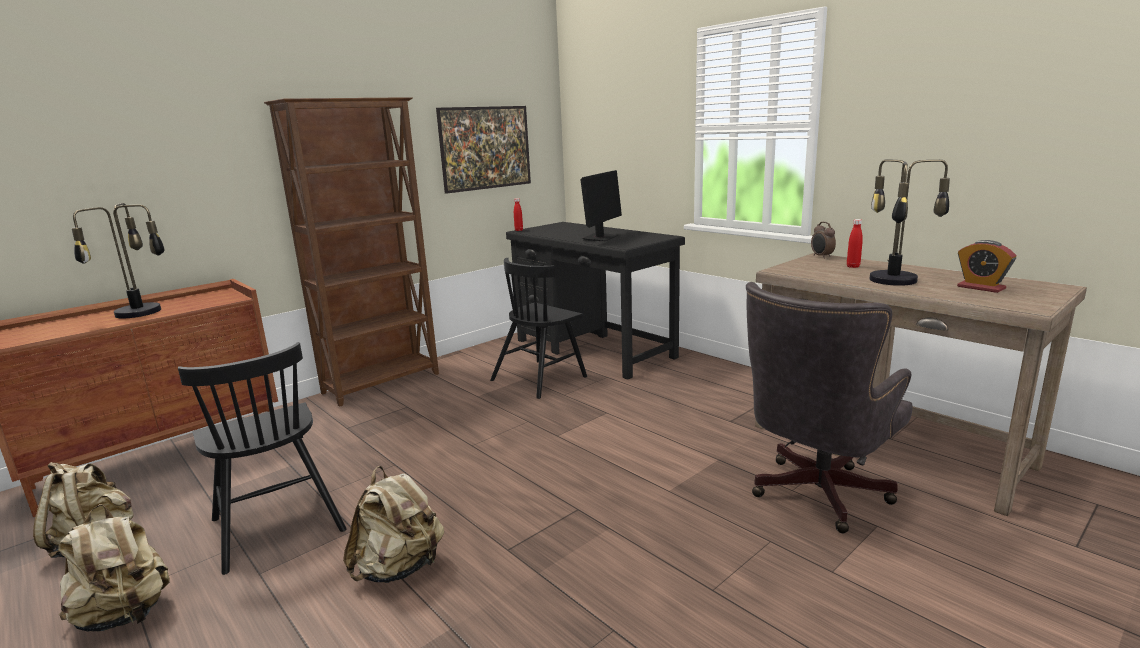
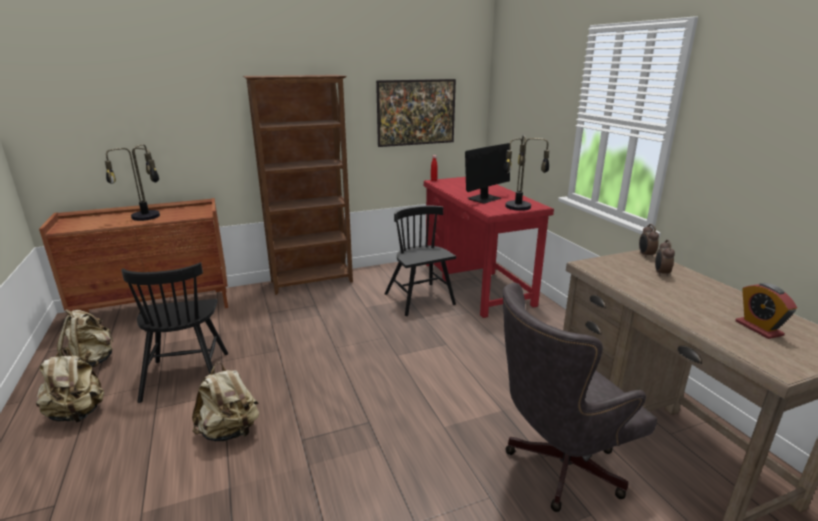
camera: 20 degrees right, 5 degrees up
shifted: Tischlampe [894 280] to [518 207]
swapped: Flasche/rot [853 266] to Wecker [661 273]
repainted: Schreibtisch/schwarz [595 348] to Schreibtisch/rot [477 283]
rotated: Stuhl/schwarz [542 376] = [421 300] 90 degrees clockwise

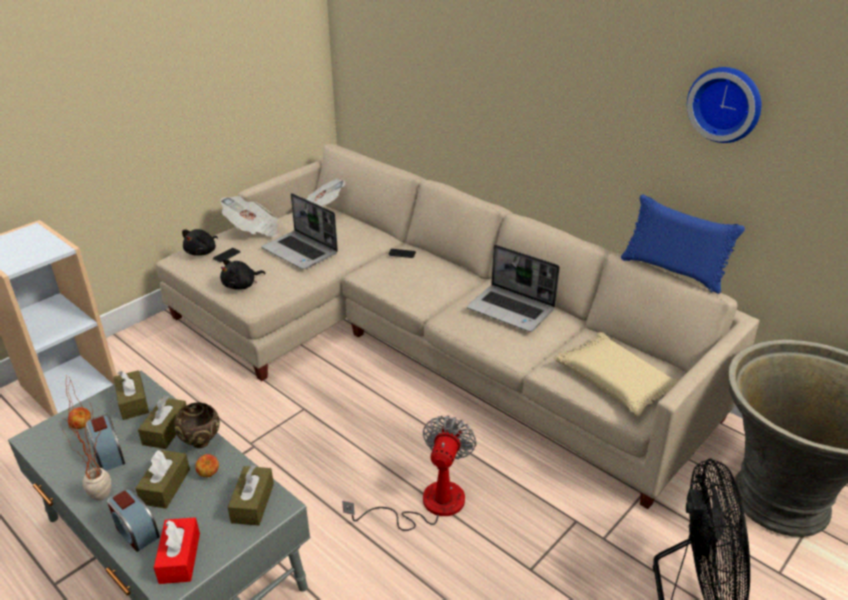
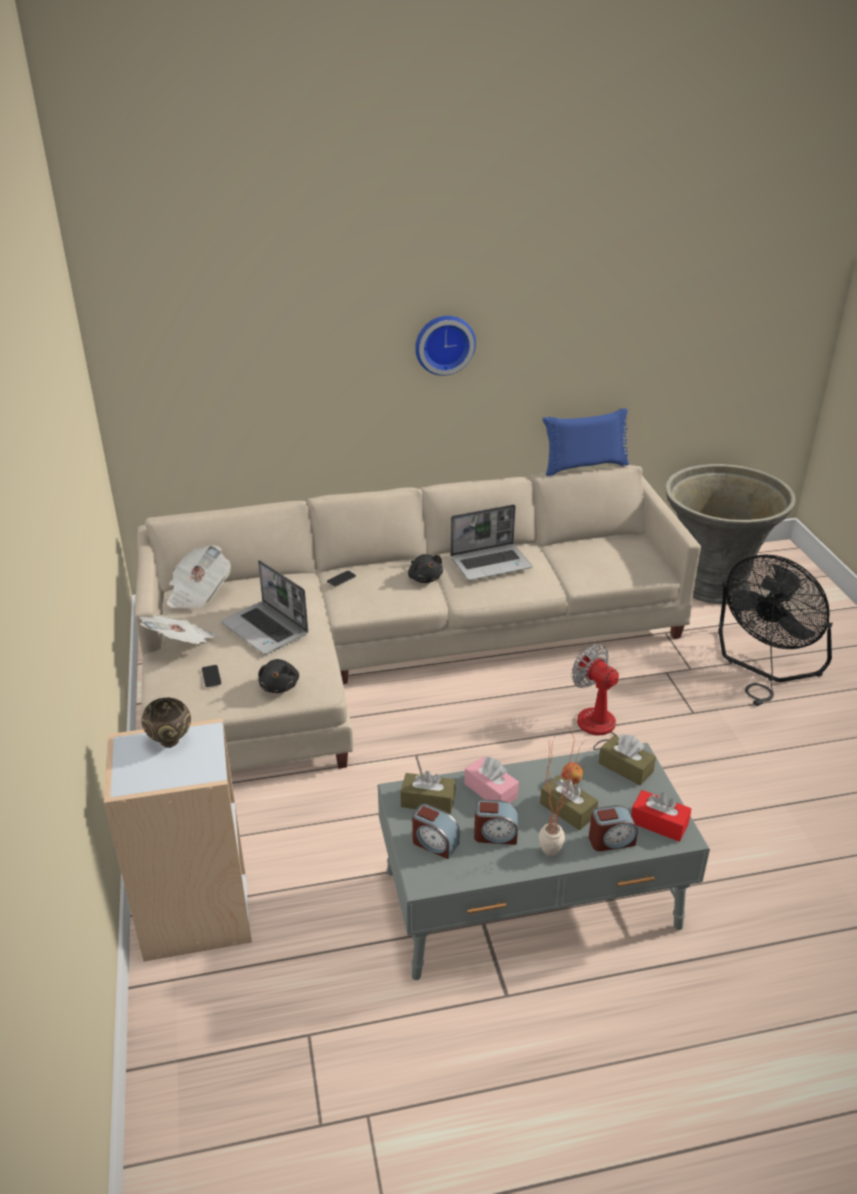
camera: 55 degrees left, 0 degrees up
gone: Kissen/beige [616 379]
shifted: Wanduhr [726 103] to [444 343]; Plüschtier/schwarz [202 252] to [424 578]; Schüssel/braun [201 443] to [171 742]
swapped: Apfel [82 426] to Wecker [434 843]
repainted: Taschentuchbox/braun [166 430] to Taschentuchbox/rosa [490 790]
rotated: Laptop [301 251] = [266 629] 60 degrees clockwise

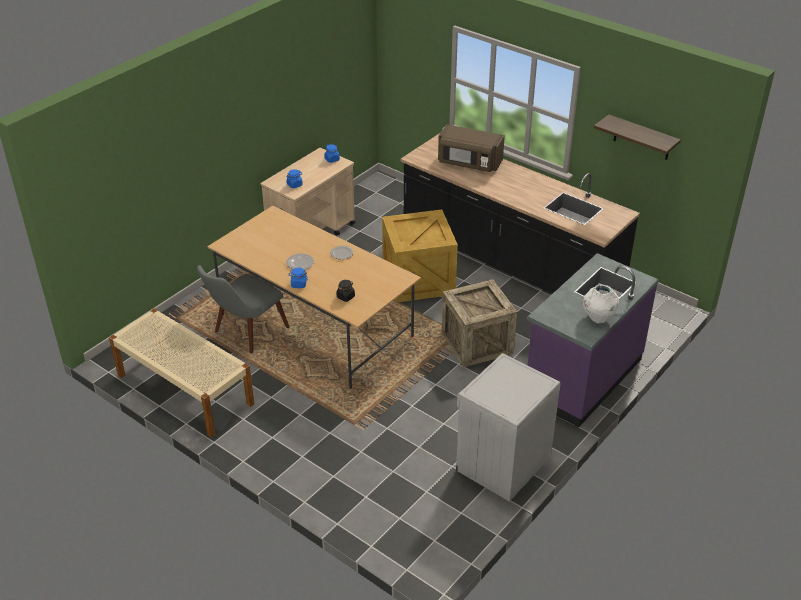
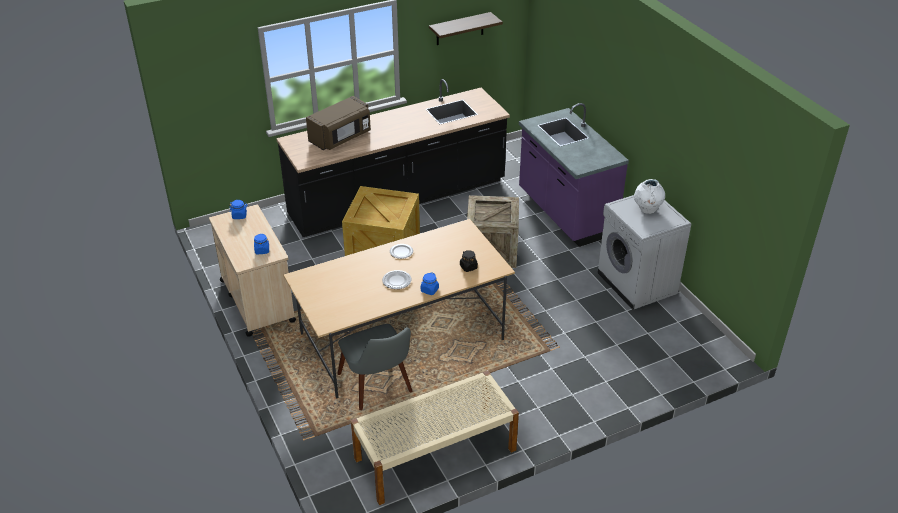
camera: 65 degrees left, 0 degrees up
shifted: Vase/weiß [598 318] to [647 210]

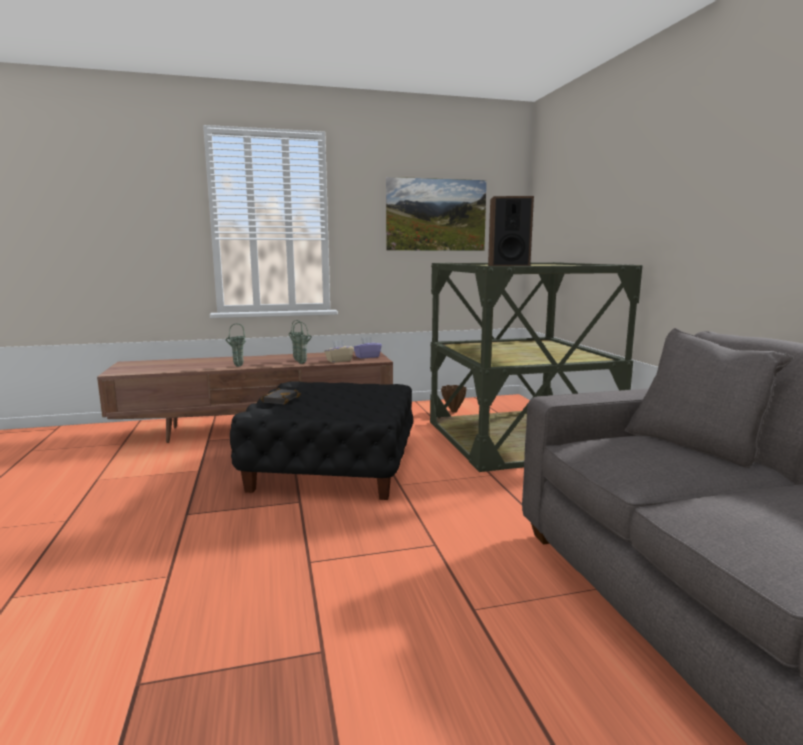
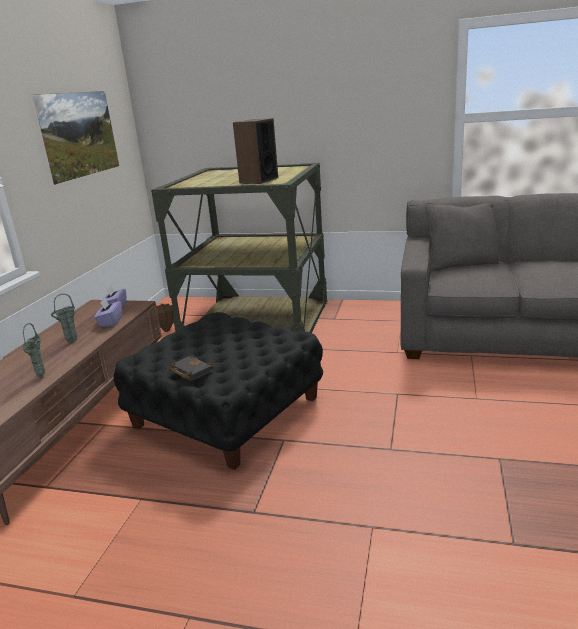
camera: 60 degrees left, 10 degrees up
gone: Vase/grün [303 363]
repainted: Taschentuchbox/beige [339 360] to Taschentuchbox/lila [110 322]

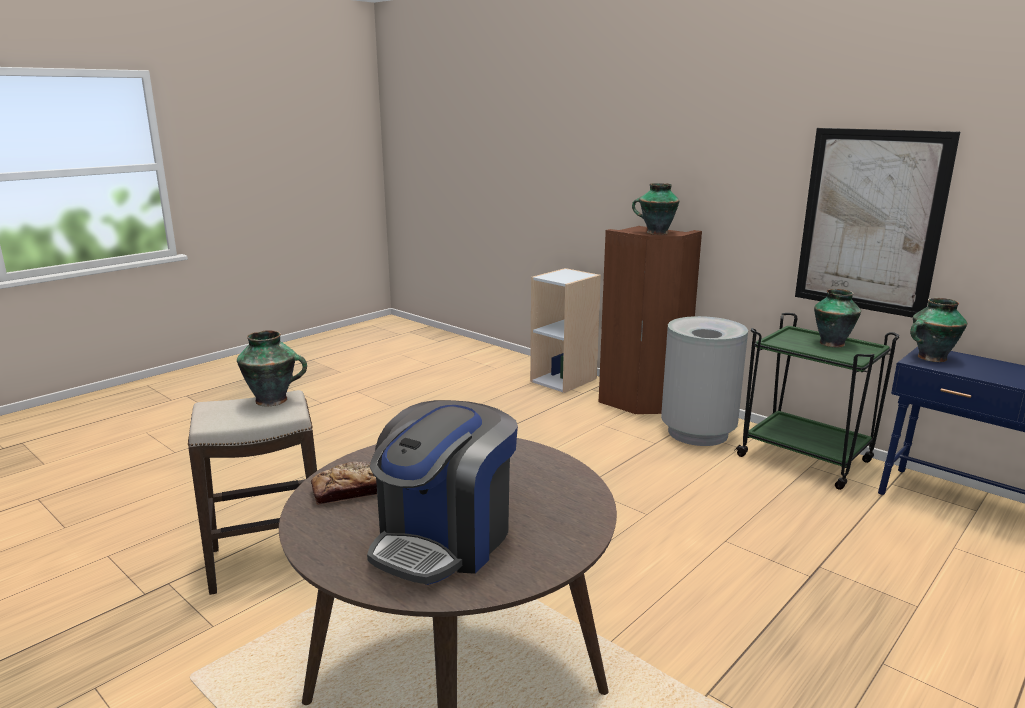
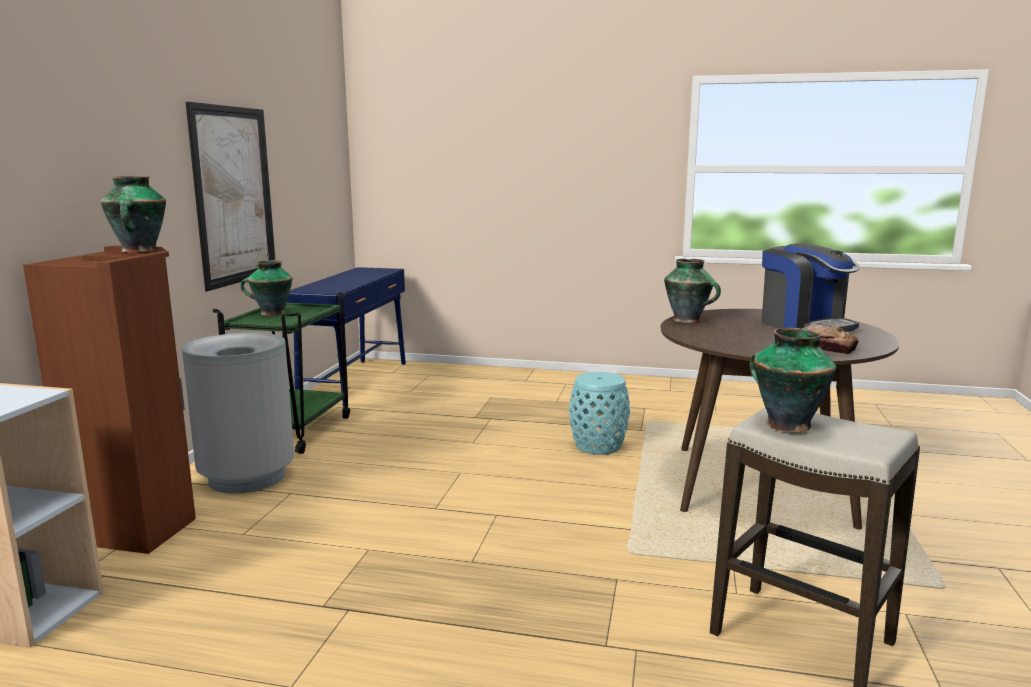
camera: 120 degrees left, 5 degrees down
new: Hocker/türkis [598 446]
shifted: Vase [930 358] to [688 320]
rotated: Kaffeemaschine [444 540] = [804 325] 60 degrees clockwise

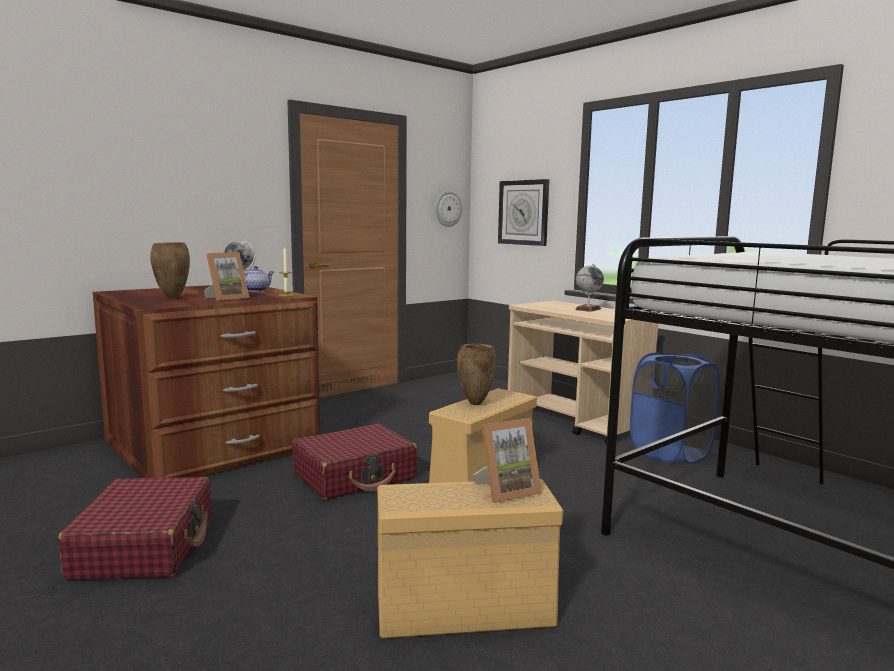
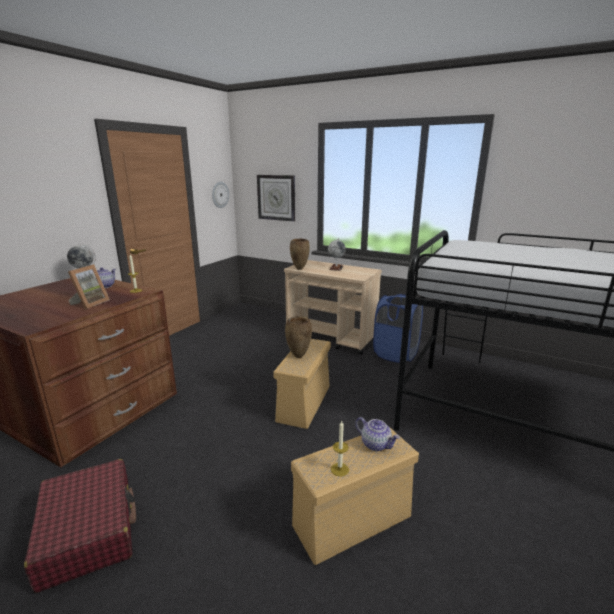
camera: 20 degrees left, 10 degrees up
gone: Koffer/rot [355 476]
new: Kerze [339 469]
shifted: Vase/braun [172 298] to [299 269]
swapped: Bilderrahmen [506 491] to Teekanne [376 444]

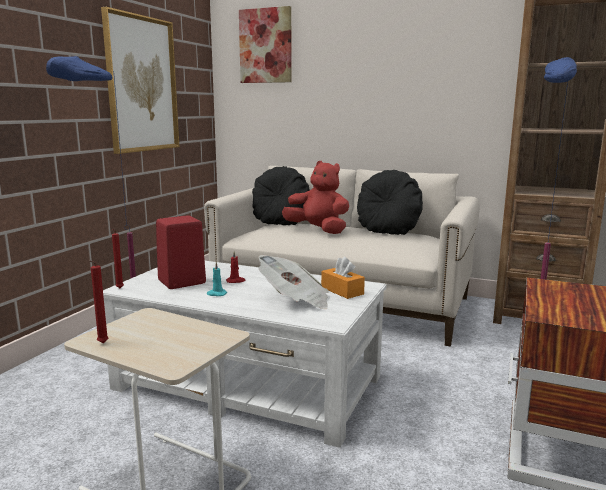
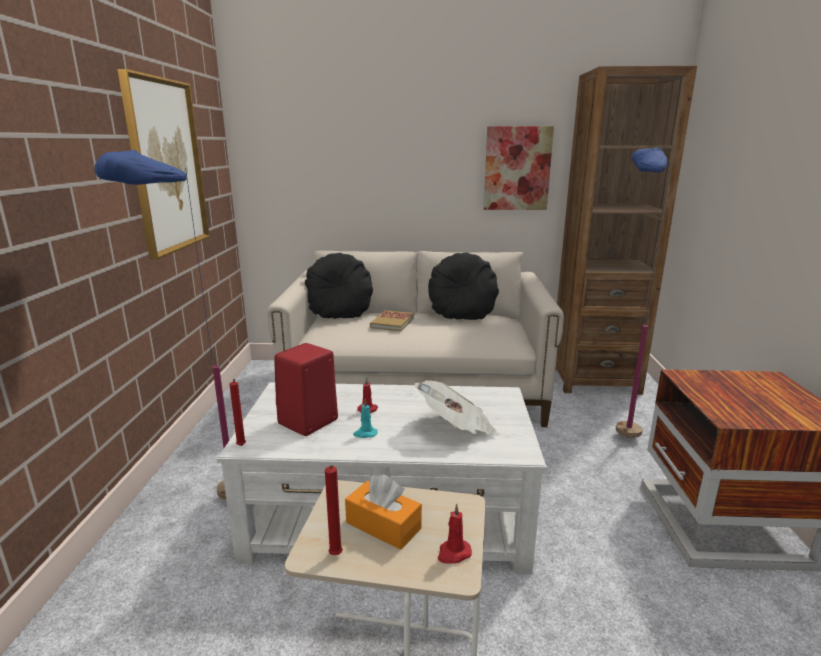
camera: 20 degrees left, 5 degrees up
new: Kerze/rot [453 553]
shifted: Bild [265 46] to [517 168]; Taschentuchbox/orange [342 291] to [383 525]
swapped: Plüschtier/rot [318 230] to Buch [392 323]

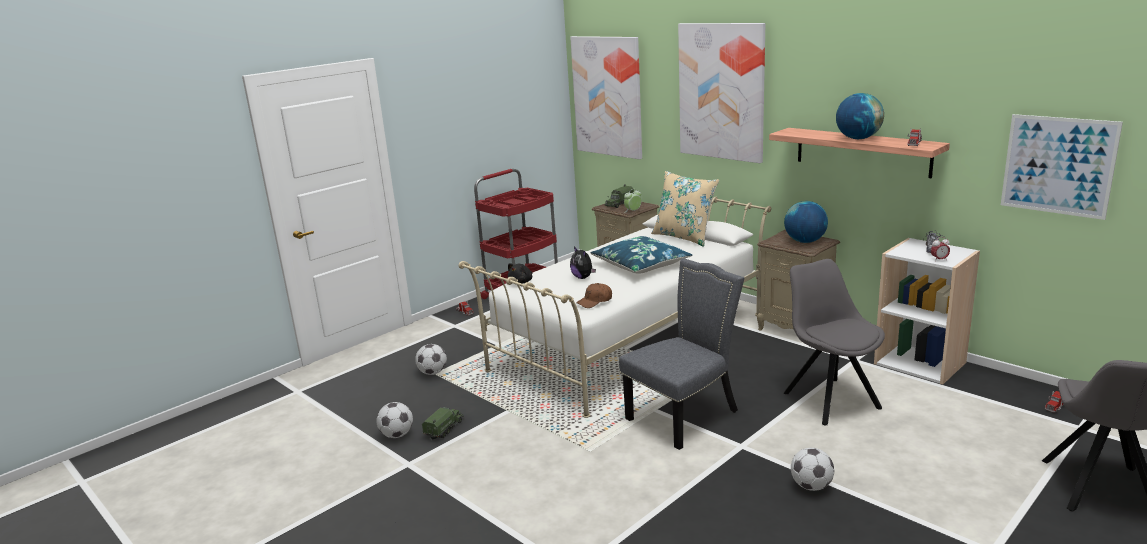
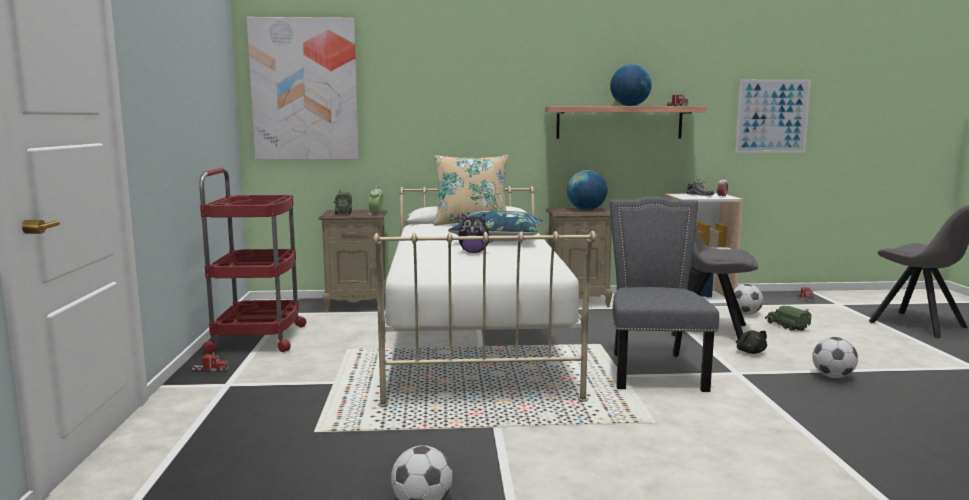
camera: 50 degrees left, 10 degrees down
gone: Bild [721 91]; Kappe/braun [595 301]
shifted: Plüschtier/schwarz [521 282] to [750 352]; Fußball [433 373] to [745 314]; Spielzeuglaster [444 429] to [786 326]

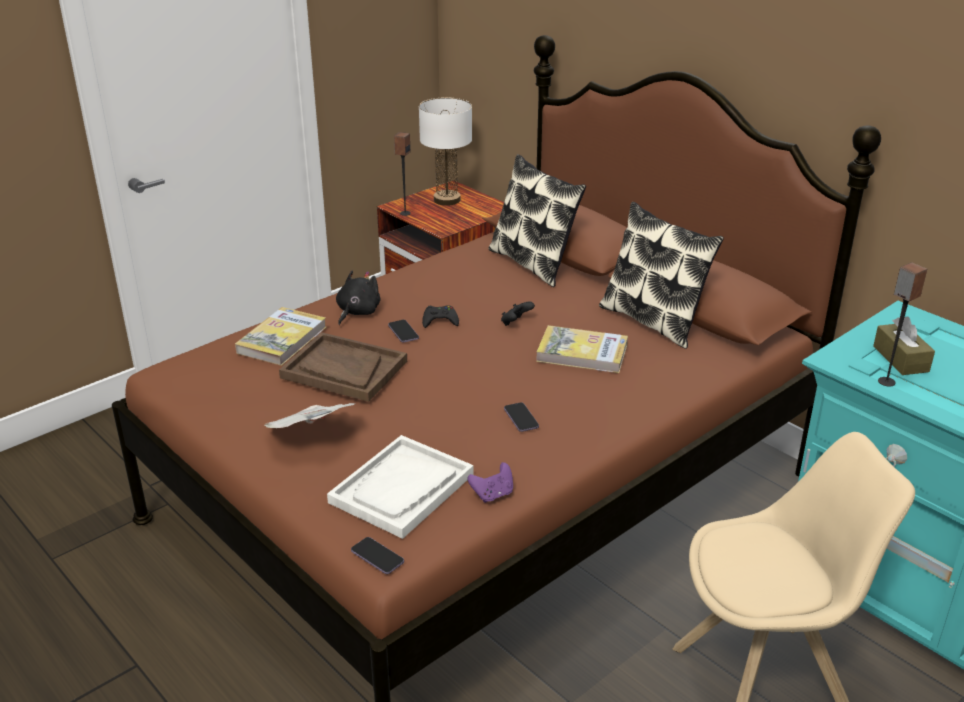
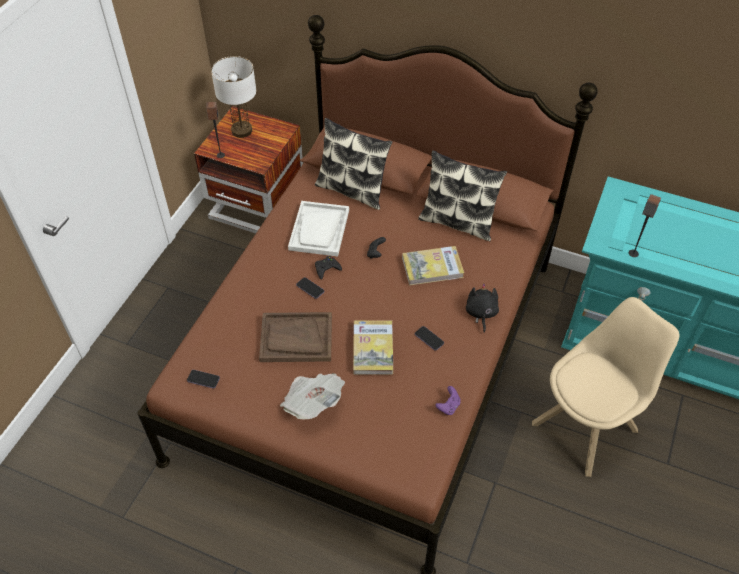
camera: 25 degrees left, 20 degrees up
gone: Taschentuchbox/braun [900 359]
shifted: Plüschtier/schwarz [357 312] to [481 313]; Buch [282 340] to [373 349]; Tablett/weiß [402 489] to [319 230]; Handy [377 557] to [203 379]

